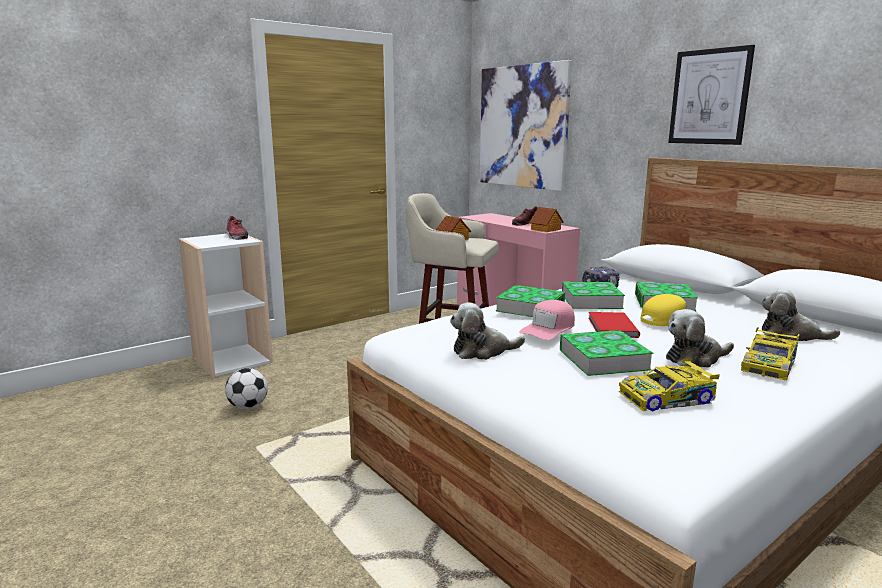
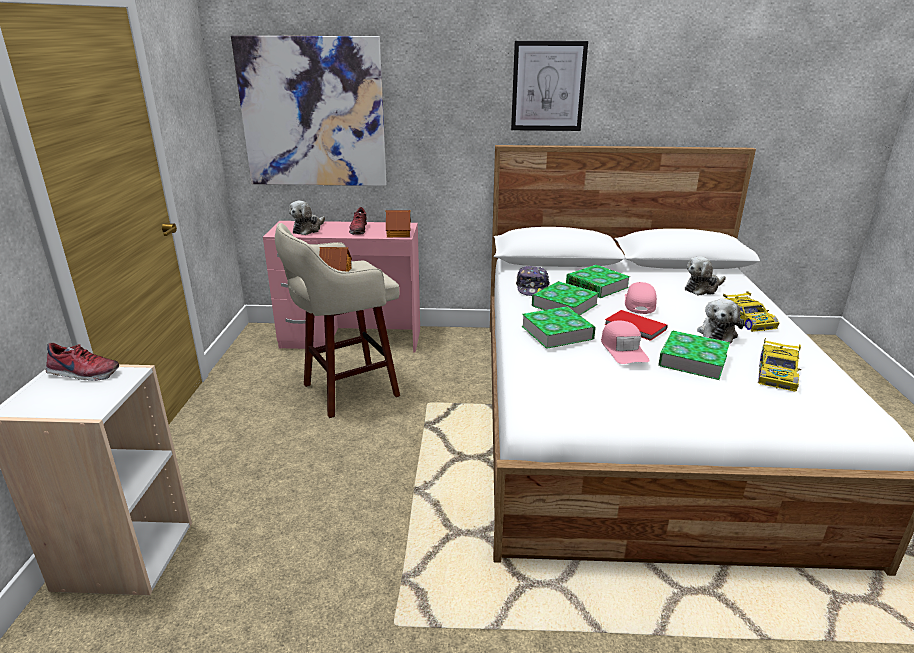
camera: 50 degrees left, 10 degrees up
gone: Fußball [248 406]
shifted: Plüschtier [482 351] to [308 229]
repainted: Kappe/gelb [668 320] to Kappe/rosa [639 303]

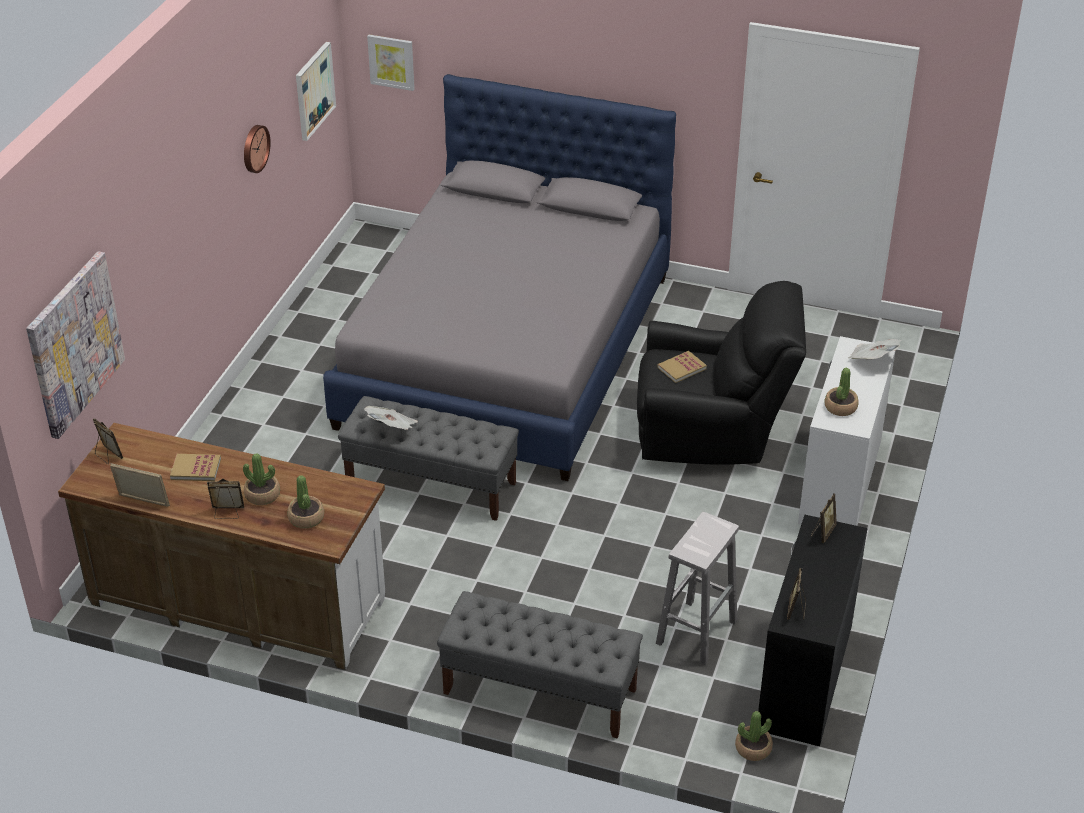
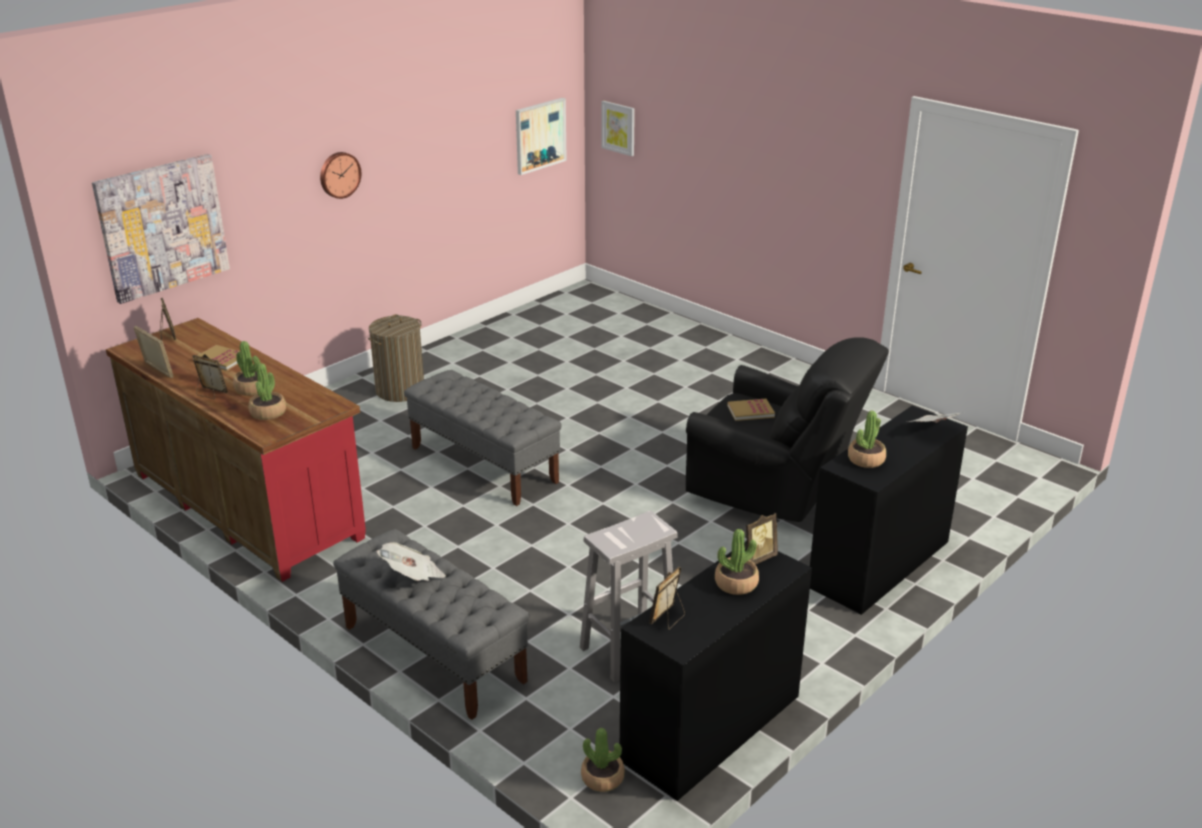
camera: 25 degrees right, 10 degrees down
gone: Bett/grau [507 350]
new: Wäschekorb [400 390]; Topfpflanze [736 583]
shifted: Wanduhr [254 148] to [339 174]; Zeitung [392 428] to [413 576]
repainted: Schreibtisch/weiß [841 482] to Schreibtisch/schwarz [880 564]; Kommode/weiß [237 601] to Kommode/rot [247 505]

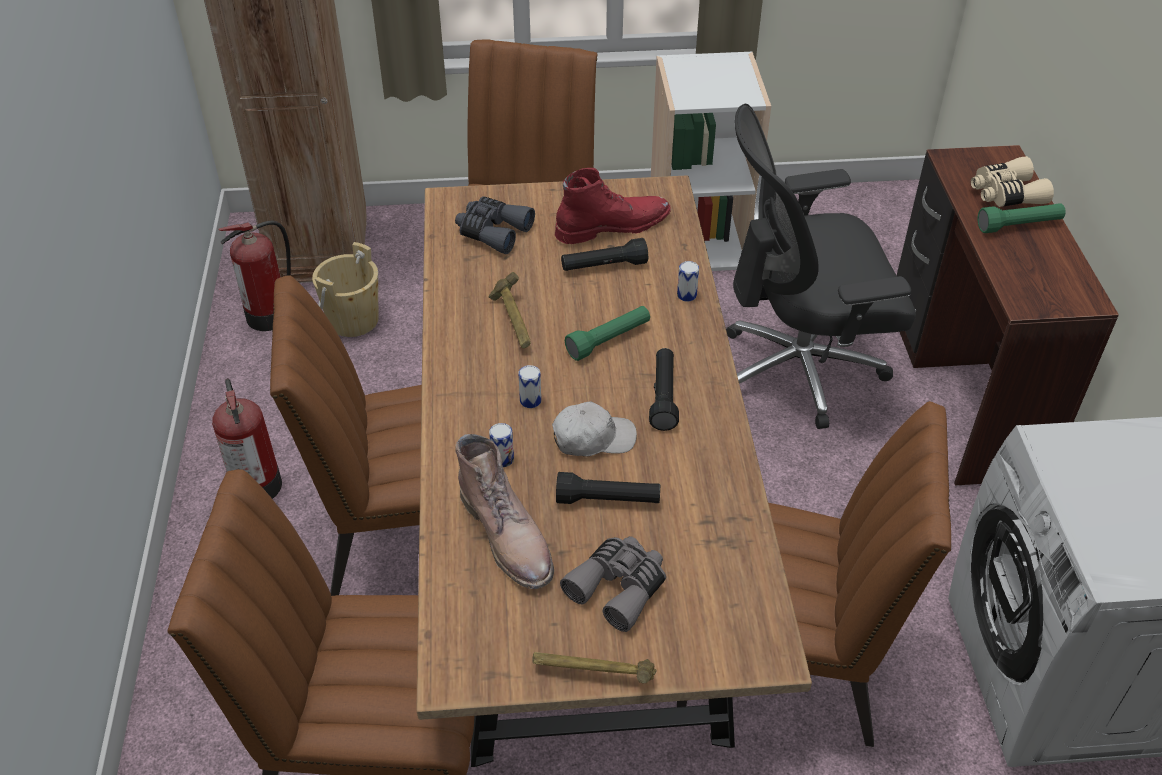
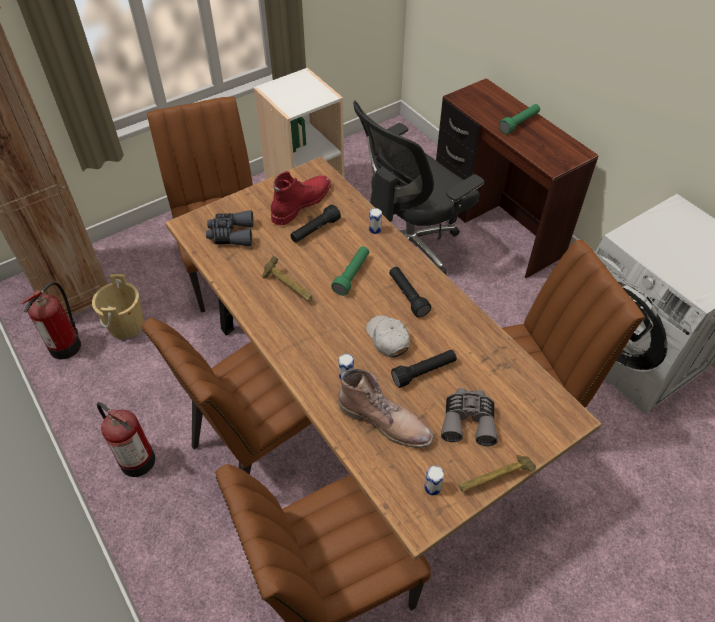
camera: 30 degrees left, 5 degrees up
gone: Fernglas/beige [1005 194]
shifted: Dose [530 400] to [432 487]
rotated: Kappe/weiß [593 438] = [388 339] 75 degrees counterclockwise

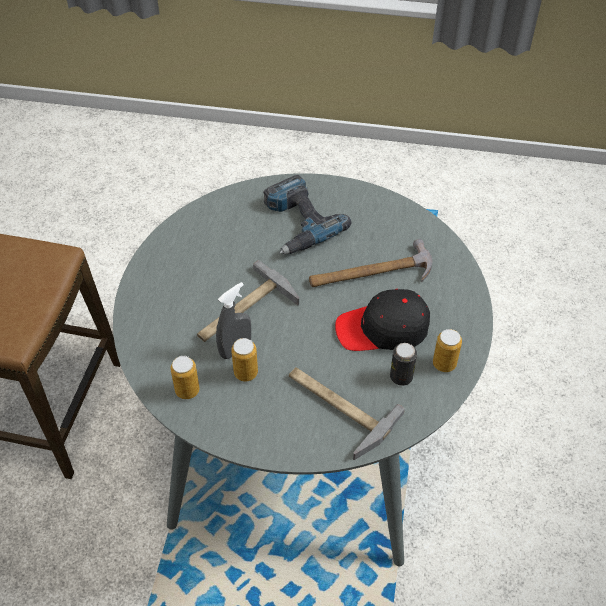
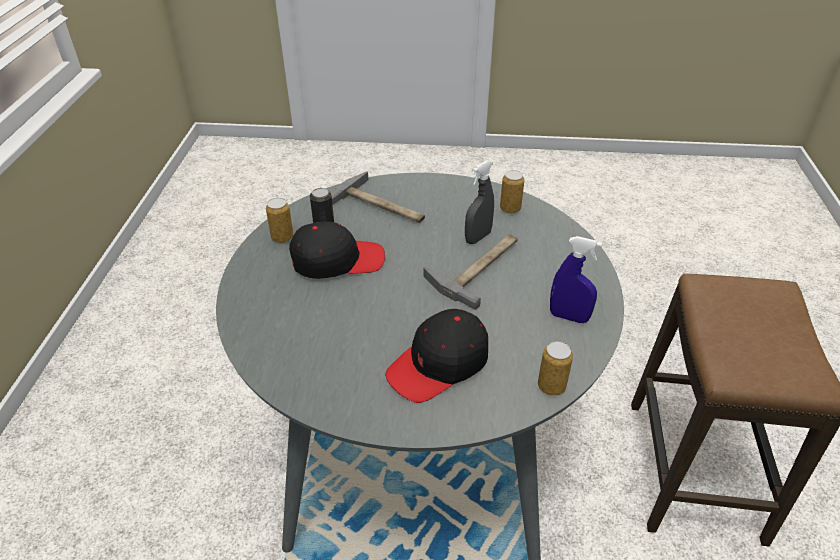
camera: 175 degrees right, 10 degrees down
gone: Hammer [370 273]
new: Sprühflasche/blau [569 317]
shifted: Dose [246 373] to [551 386]
swapped: Bohrmaschine [297 223] to Kappe/schwarz [439 364]

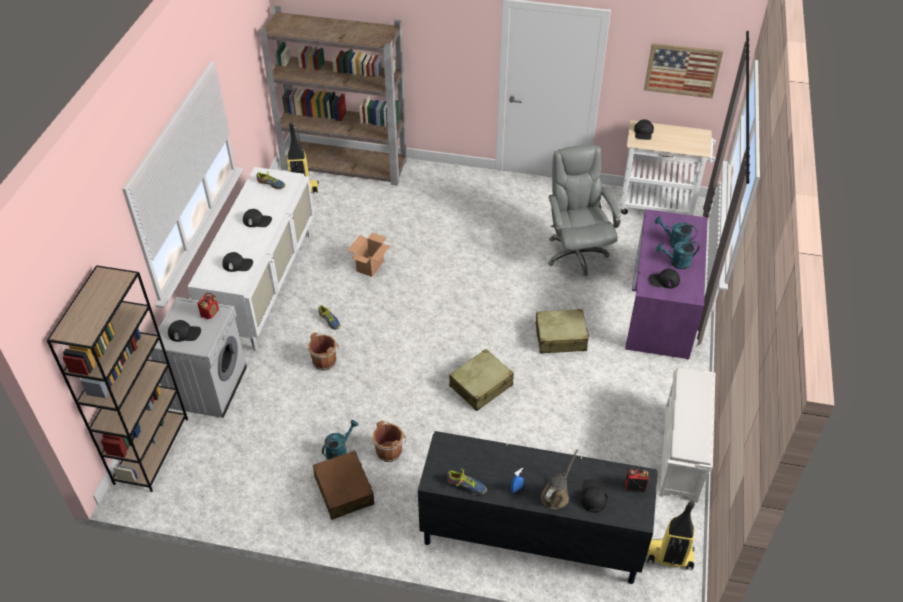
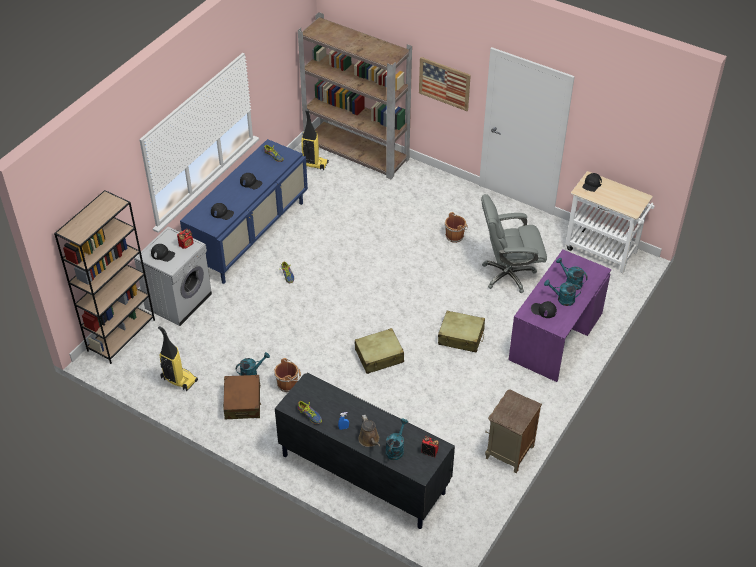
camera: 20 degrees right, 0 degrees up
gone: Karton [370 266]
shifted: Bild [682 70] to [444 83]; Eimer/braun [325 361] to [455 236]; Staubsauger [669 557] to [178 380]
swapped: Schuhregal/weiß [681 455] to Nachttisch/beige [508 451]; Kappe/schwarz [593 496] to Gießkanne/türkis [396 449]
repainted: Schrank/weiß [263 285] to Schrank/blau [250 235]
rotated: Bürostuhl/grau [576 255] = [509 274] 105 degrees counterclockwise; Gießkanne/braun [556 495] = [369 440] 105 degrees clockwise

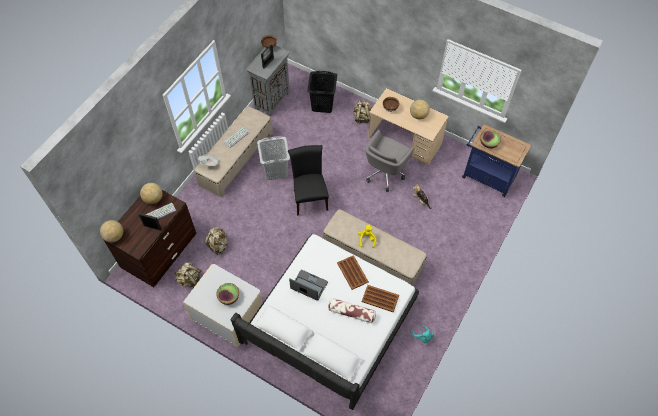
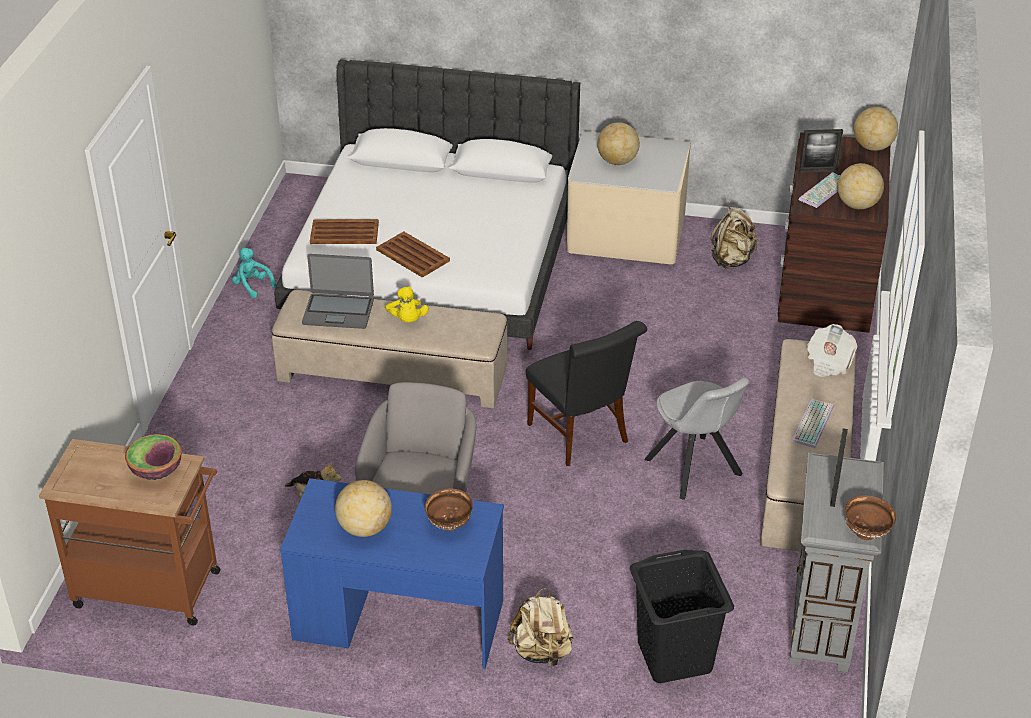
camera: 160 degrees right, 20 degrees down
gone: Rucksack/beige [218 245]; Kissen [351 313]
shifted: Laptop [309 286] to [338 311]
swapped: Wäschekorb/grau [276 170] to Stuhl/grau [694 468]; Schüssel [228 297] to Globus [617 161]
repainted: Schreibtisch/beige [404 141] to Schreibtisch/blau [398 620]; Rollwagen/blau [486 177] to Rollwagen/braun [151 590]

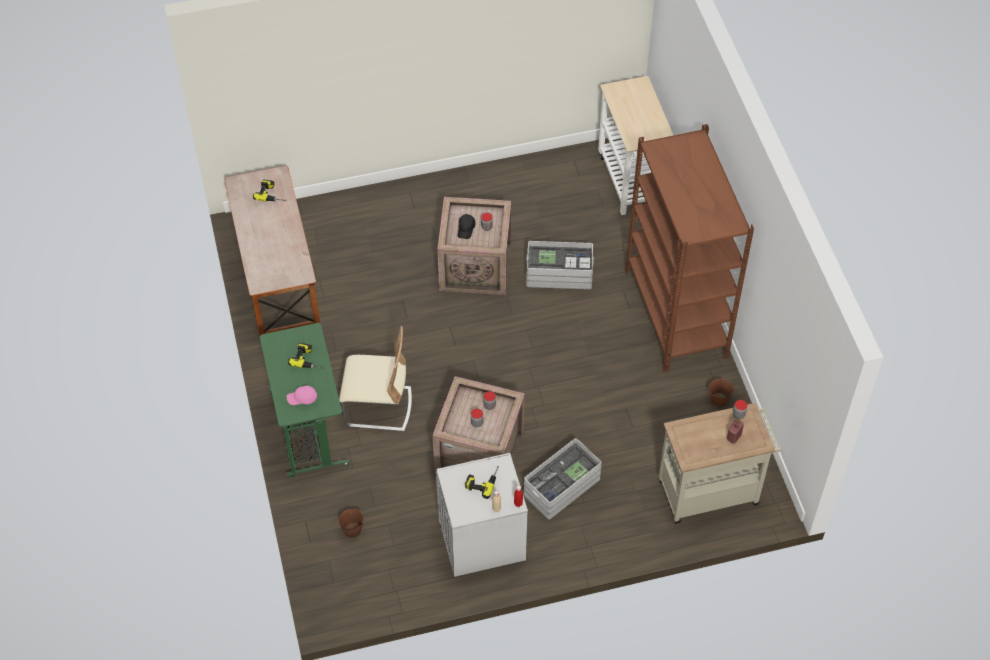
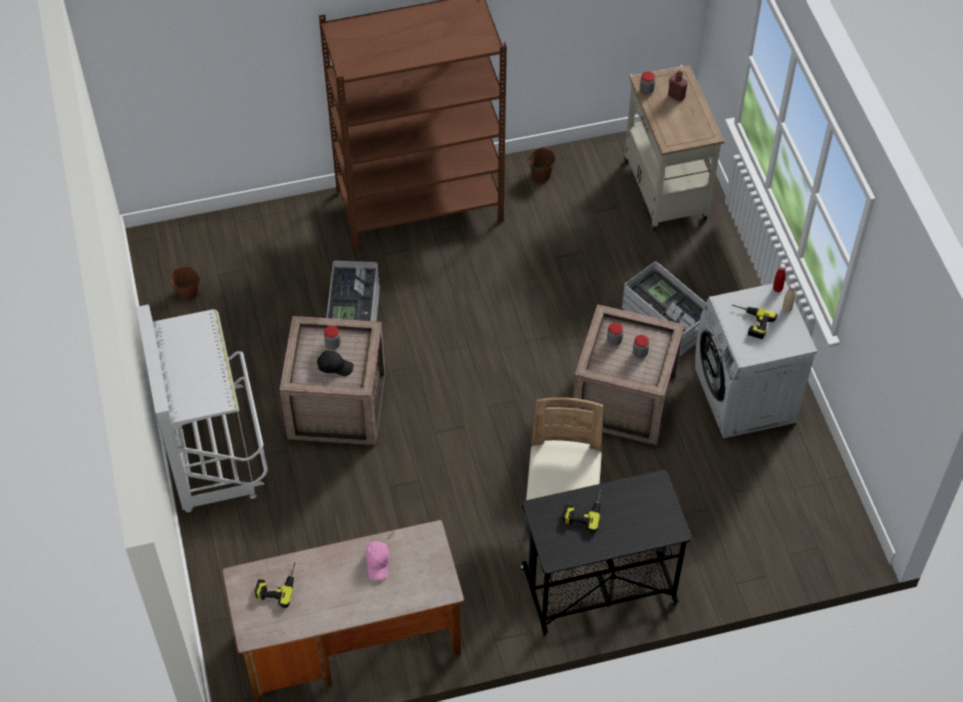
camera: 90 degrees left, 0 degrees up
gone: Rollwagen/weiß [631 181]
new: Schuhregal/weiß [216 452]
shifted: Kappe/rosa [302 398] to [378 563]; Eimer/braun [352 530] to [188 292]
repainted: Schreibtisch/grün [309 429] to Schreibtisch/schwarz [598 587]

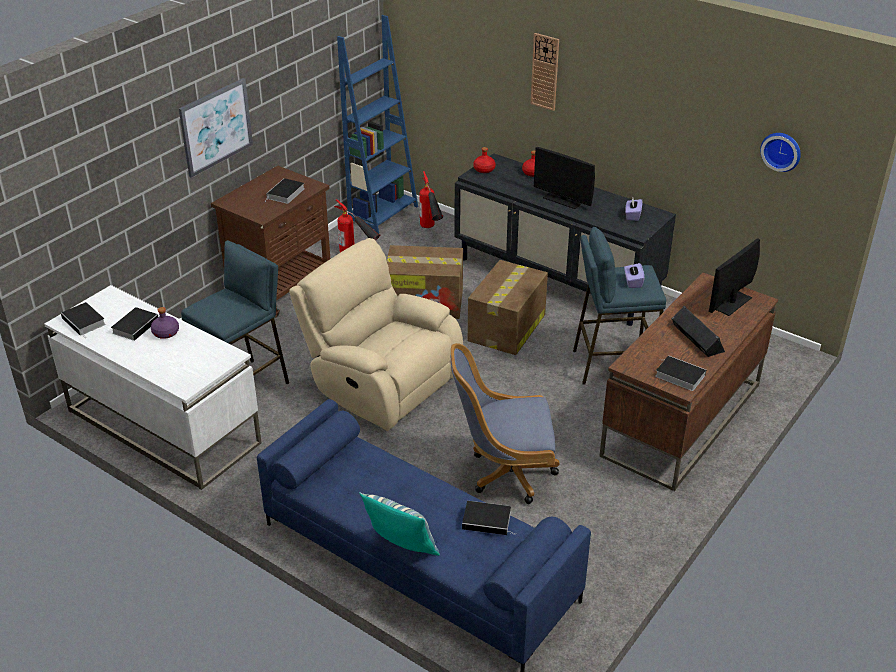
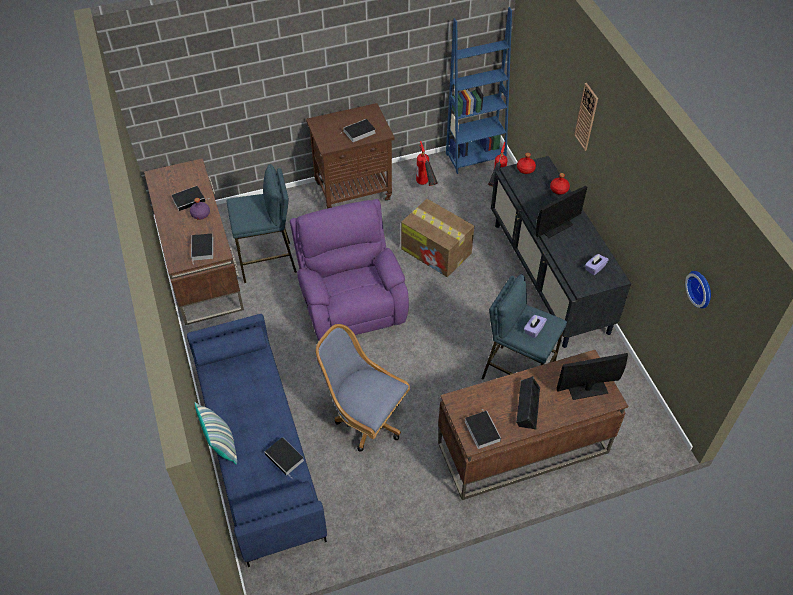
camera: 35 degrees right, 15 degrees up
gone: Bild [216 127]; Karton [506 328]
shifted: Buch [84 322] to [202 249]
repainted: Sessel/beige [382 383] to Sessel/lila [351 304]; Schreibtisch/weiß [162 427] to Schreibtisch/braun [201 266]
rotated: Monitor [563 200] = [556 227] 105 degrees counterclockwise

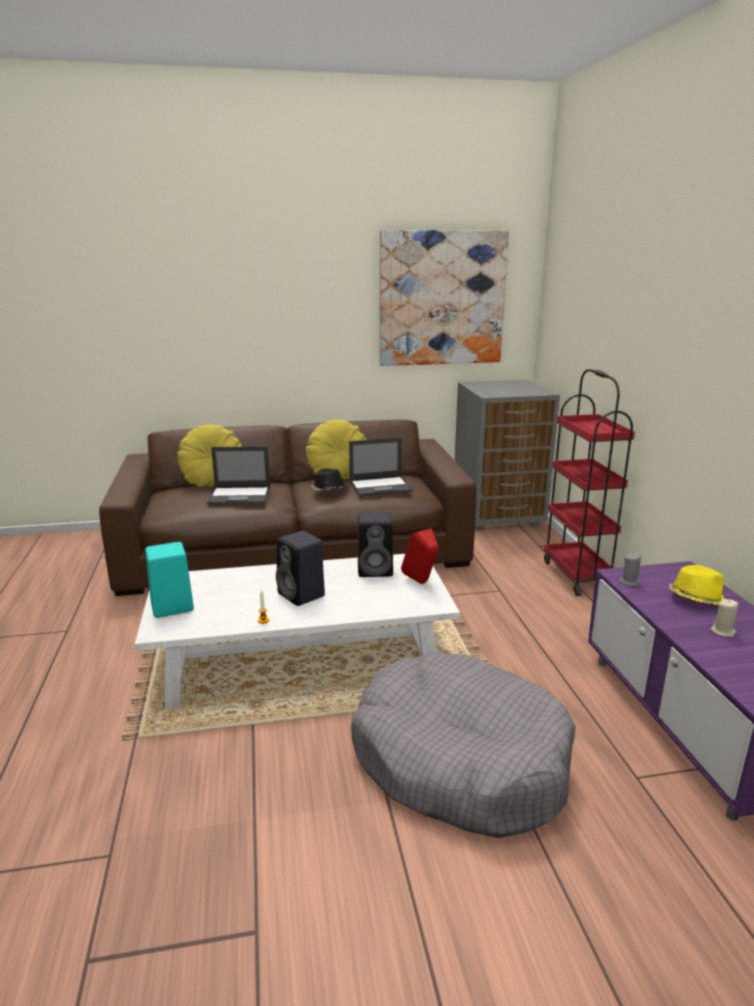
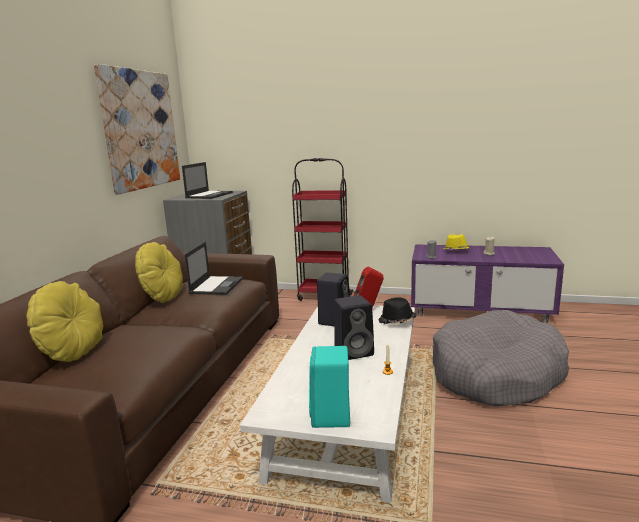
camera: 65 degrees left, 5 degrees down
shifted: Laptop [240 496] to [209 195]; Hut/schwarz [329 491] to [396 321]

